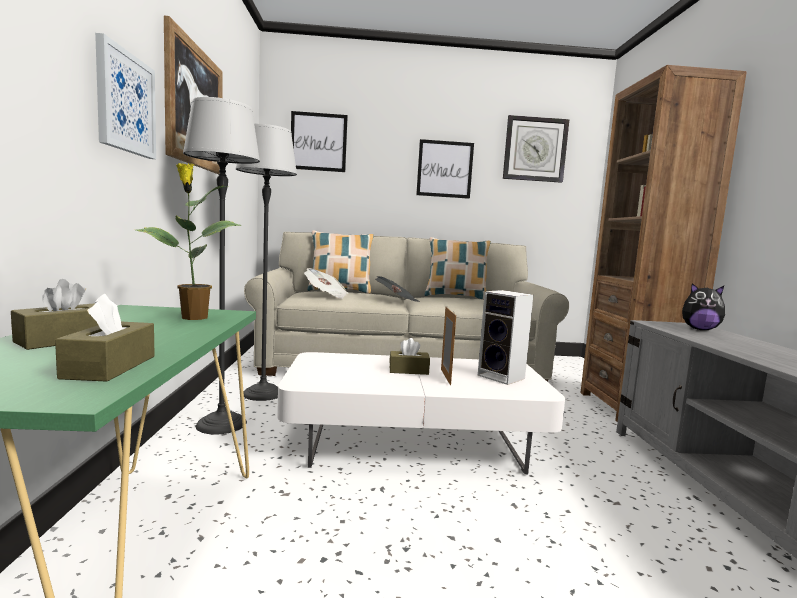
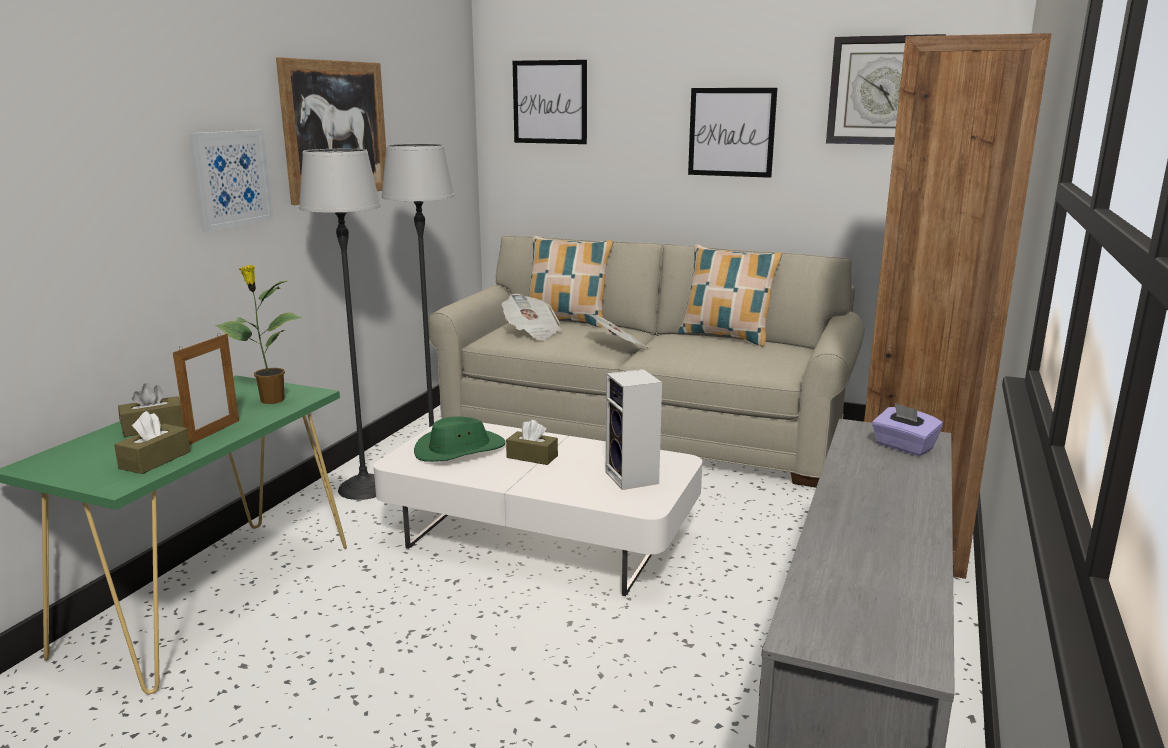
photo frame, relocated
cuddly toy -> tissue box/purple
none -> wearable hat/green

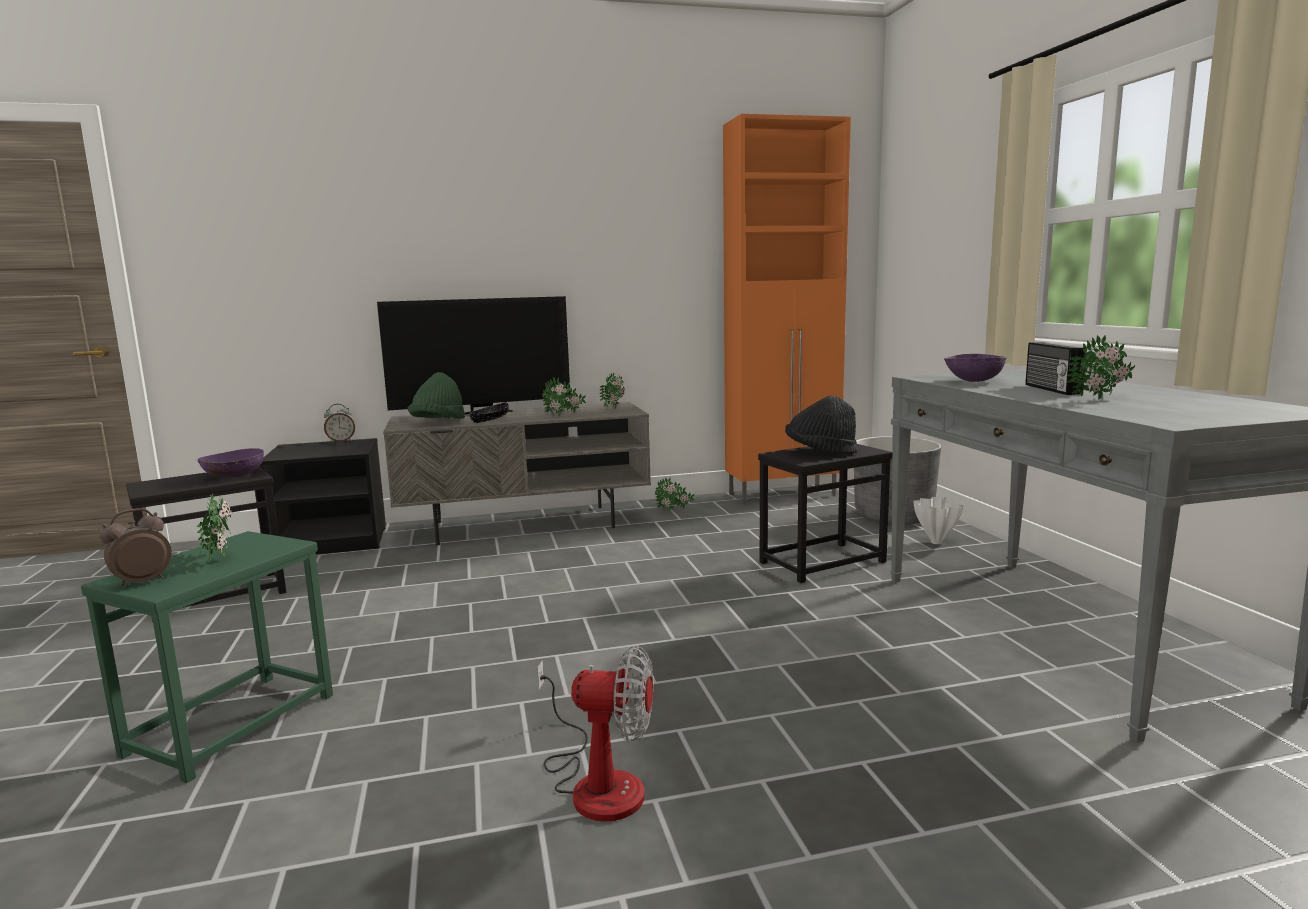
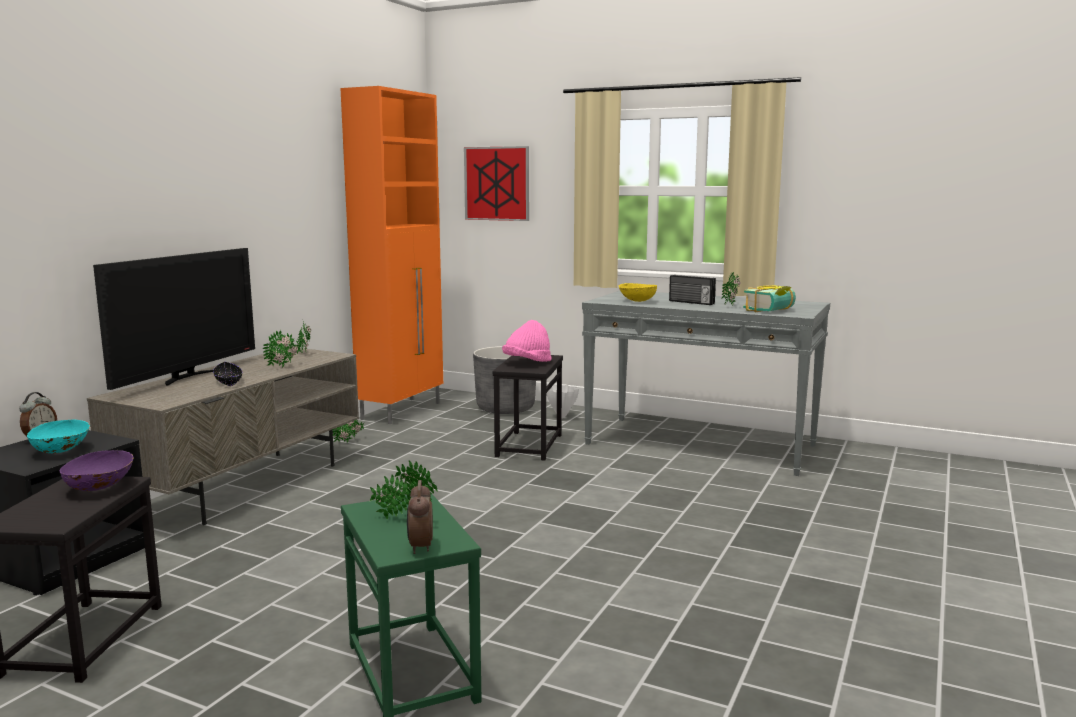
wearable hat/green -> none
fan -> none
wearable hat/blackish -> wearable hat/pinkish
serving bowl/purple (no. 2 from left) -> serving bowl/yellow-coloured
none -> serving bowl/turquoise
none -> wall picture
none -> bound book

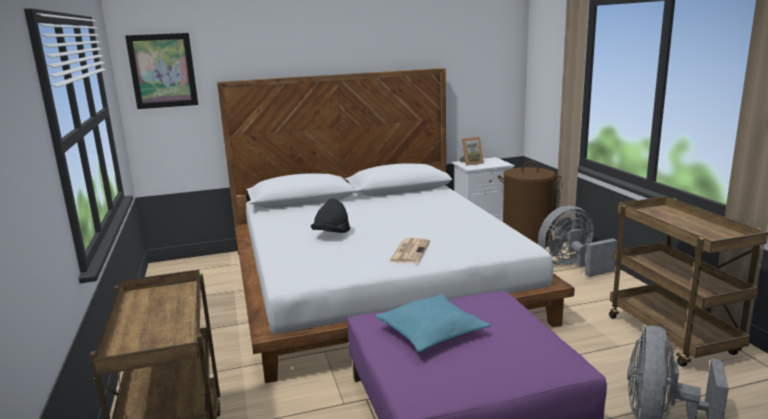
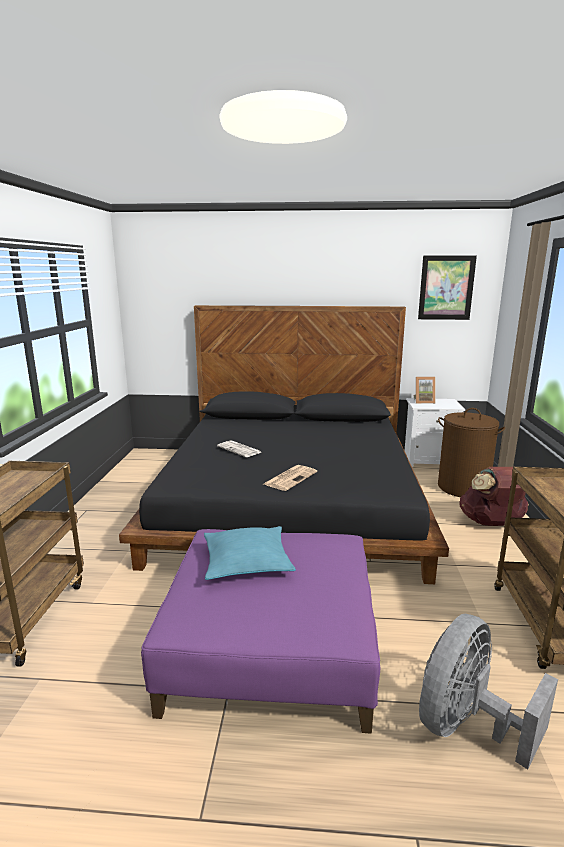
wall picture, relocated
bedroom bed/whitish -> bedroom bed/blackish
wearable hat/blackish -> printed paper (no. 1 from left)
fan/grey (no. 1 from left) -> backpack/brown-coloured

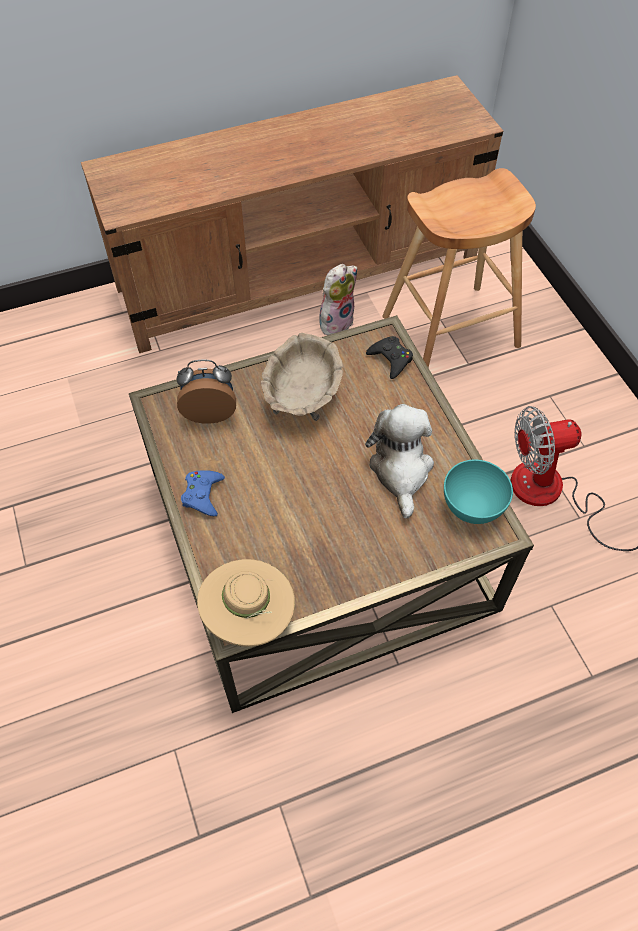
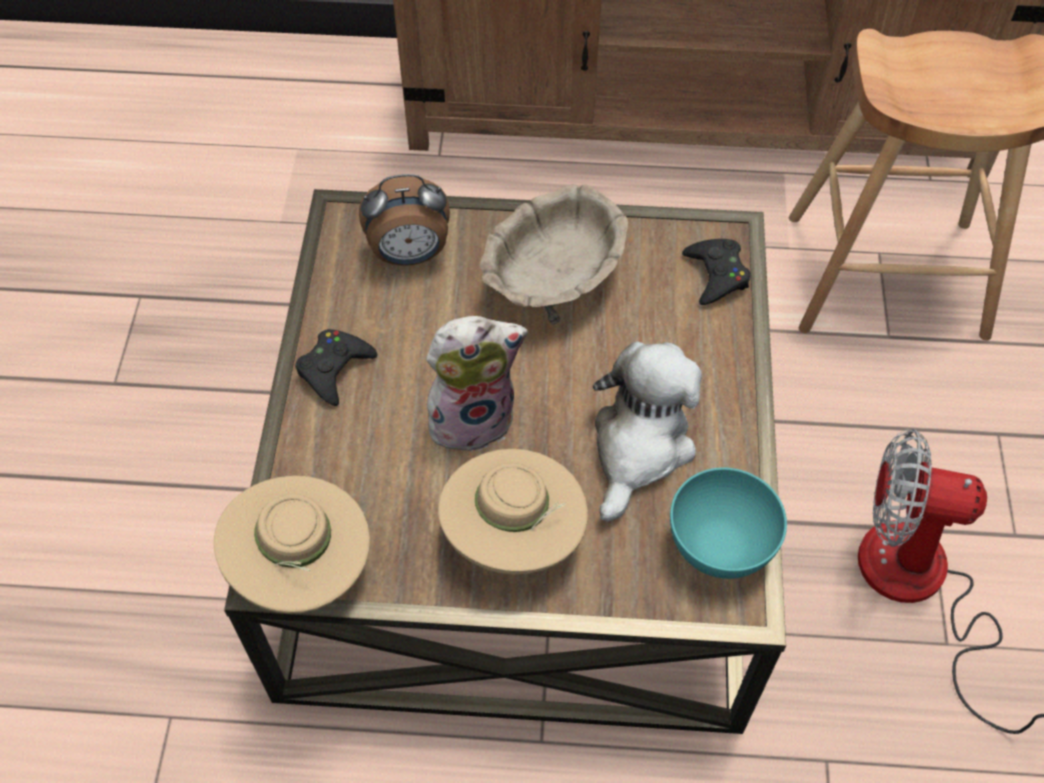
alarm clock, 150 degrees clockwise
game controller/blue -> game controller/blackish (no. 1 from left)
cuddly toy (no. 1 from left), relocated
none -> wearable hat/sand-coloured (no. 2 from left)

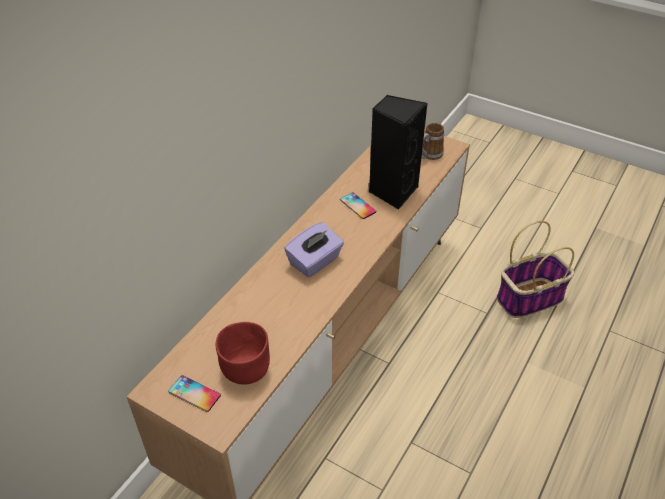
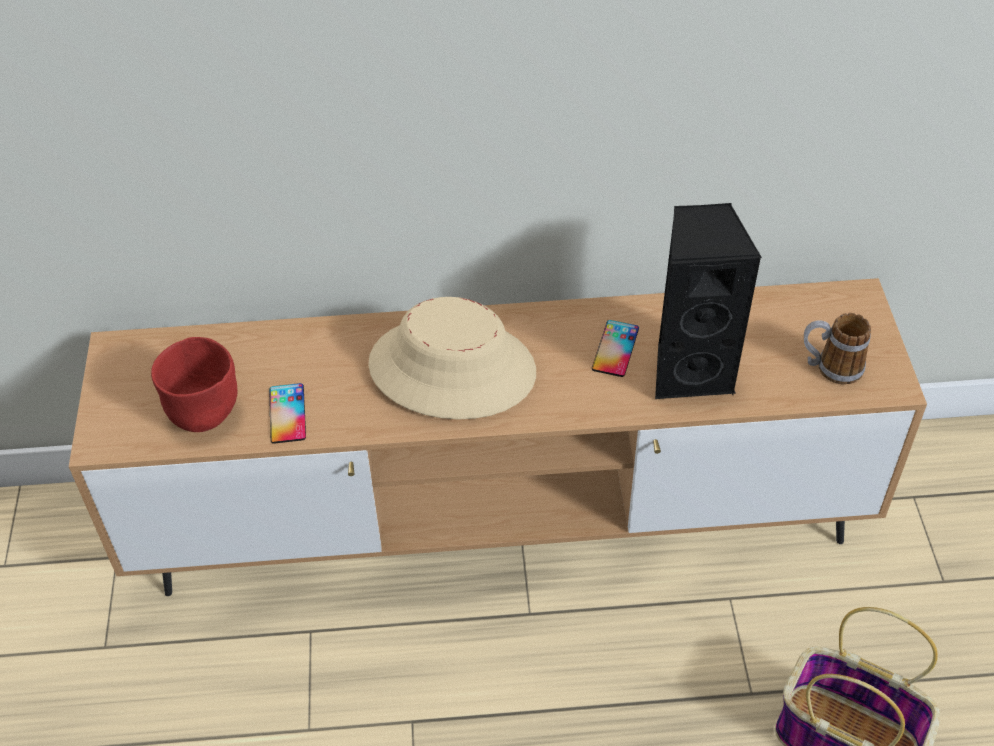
telephone (no. 1 from left), relocated
tissue box/purple -> wearable hat/sand-coloured

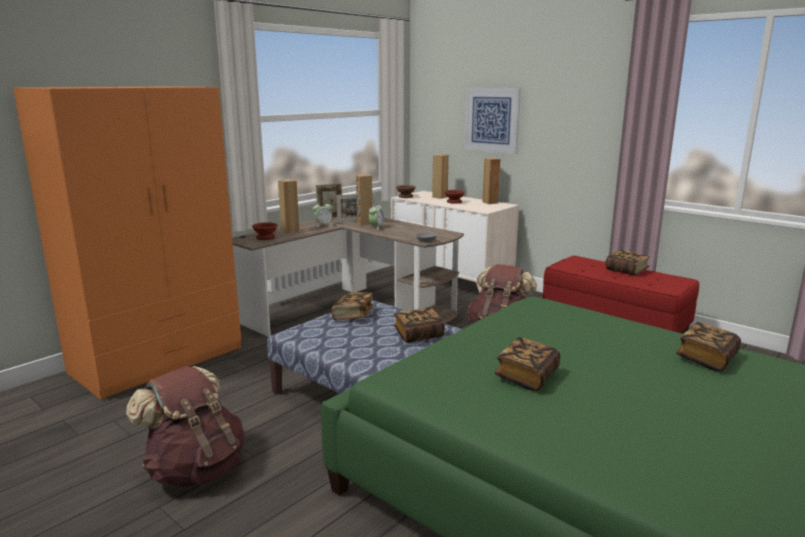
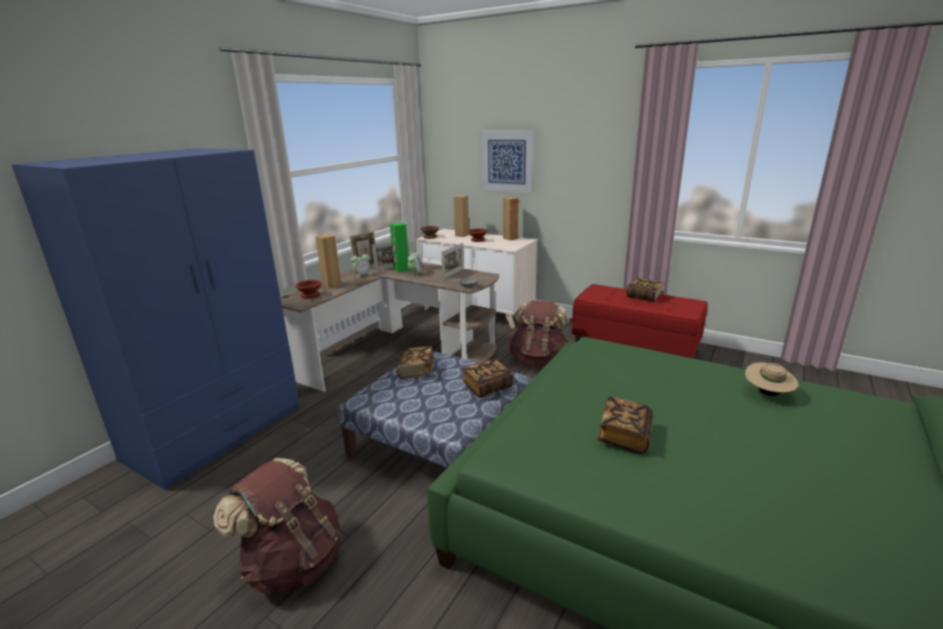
clothes cupboard/orange-coloured -> clothes cupboard/blue
loudspeaker/brown-coloured (no. 2 from left) -> loudspeaker/green
bound book (no. 5 from left) -> wearable hat/sand-coloured
none -> photo frame (no. 3 from left)

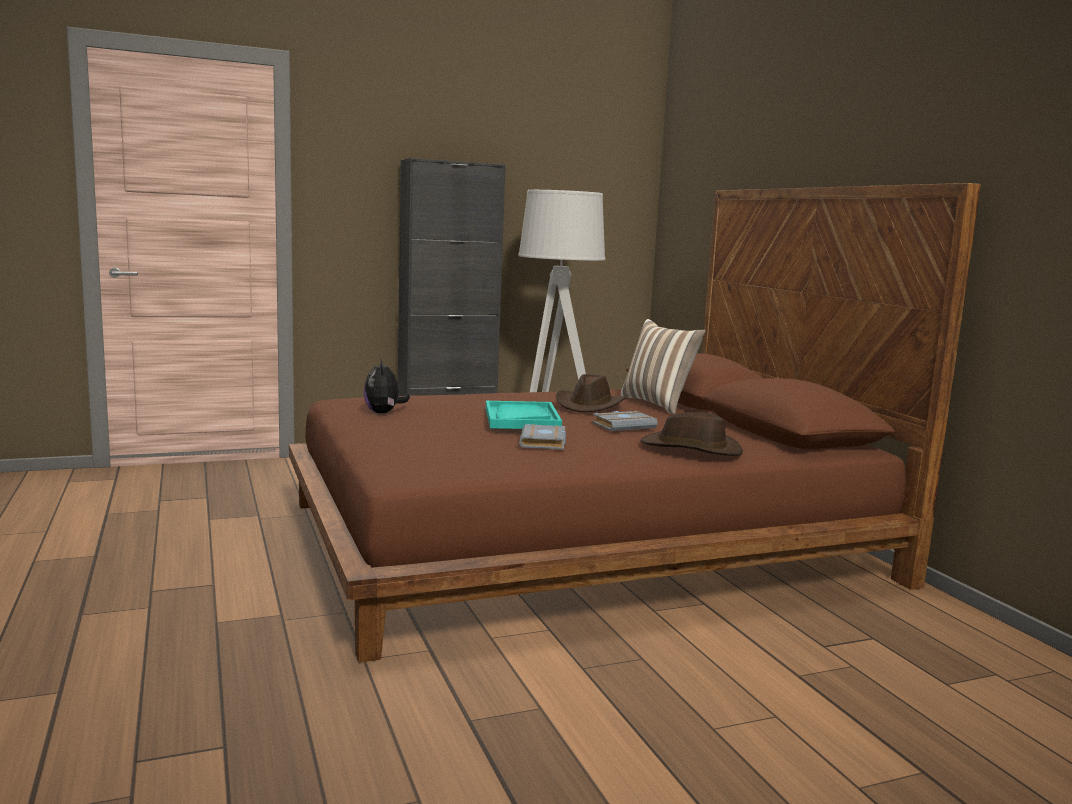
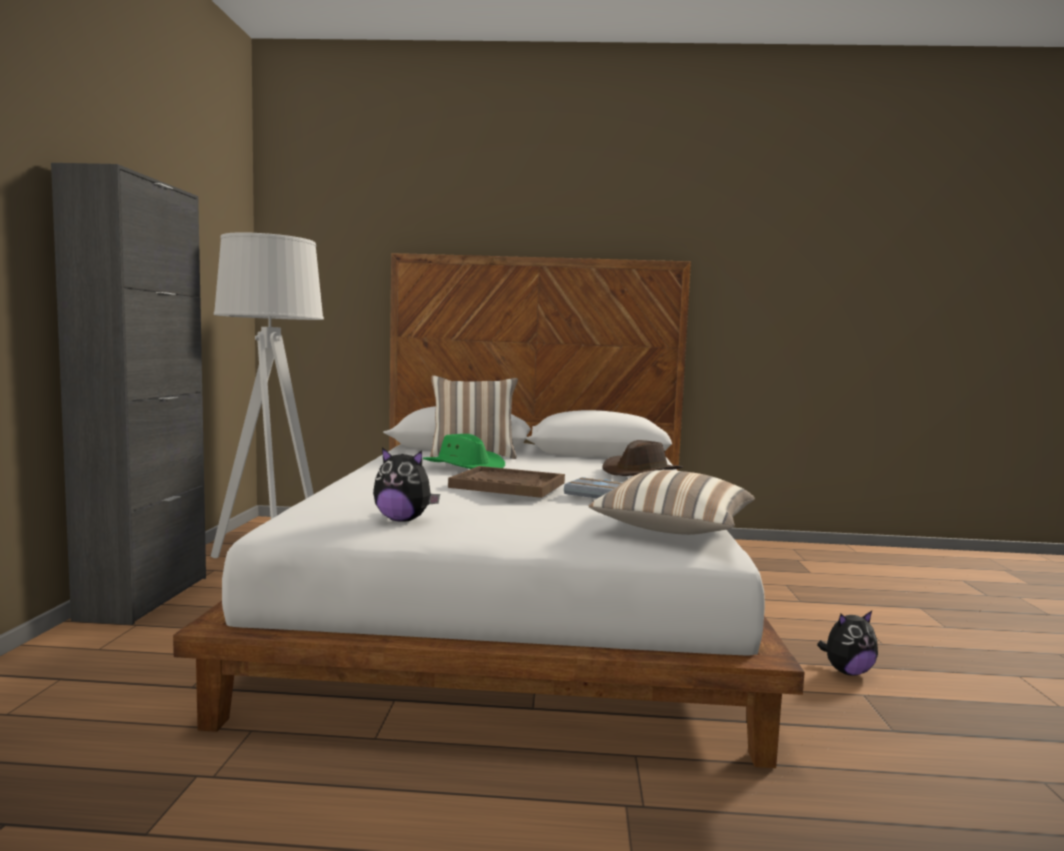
bedroom bed/brown-coloured -> bedroom bed/whitish
serving tray/turquoise -> serving tray/brown-coloured
wearable hat/brown-coloured (no. 1 from left) -> wearable hat/green
bound book/grey (no. 2 from left) -> none
none -> cushion (no. 2 from left)
none -> cuddly toy (no. 2 from left)

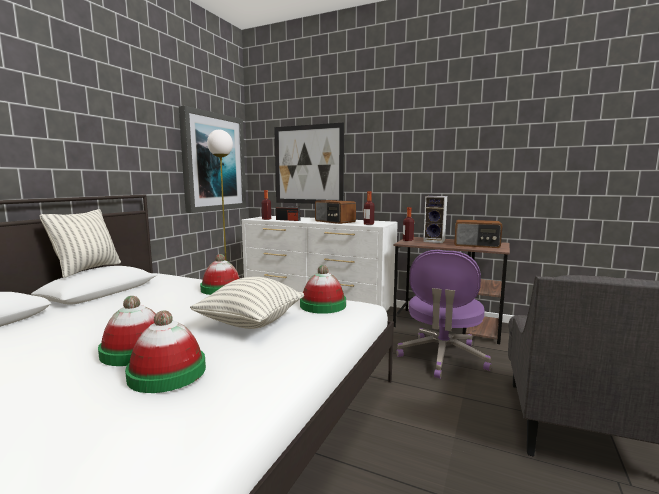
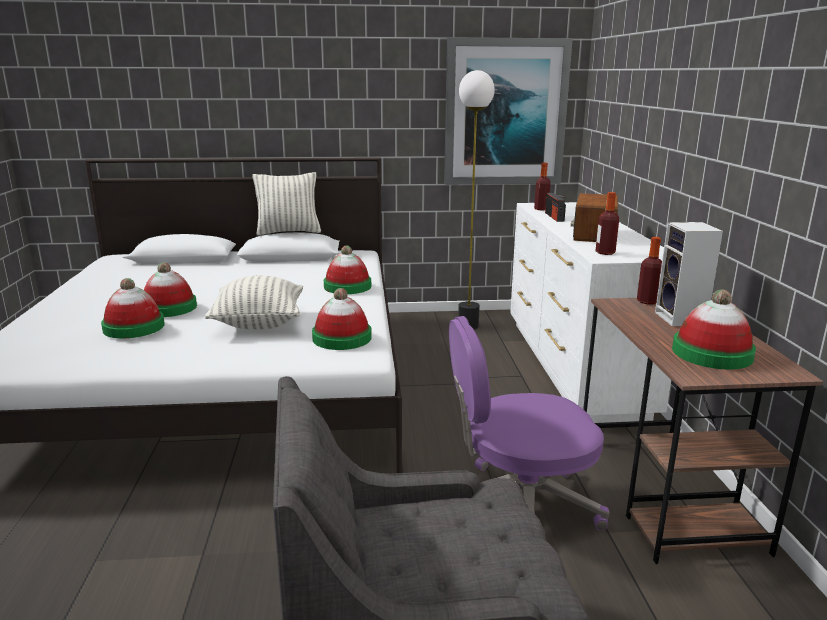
wall picture (no. 2 from left) -> none
radio set (no. 3 from left) -> wearable hat (no. 5 from left)

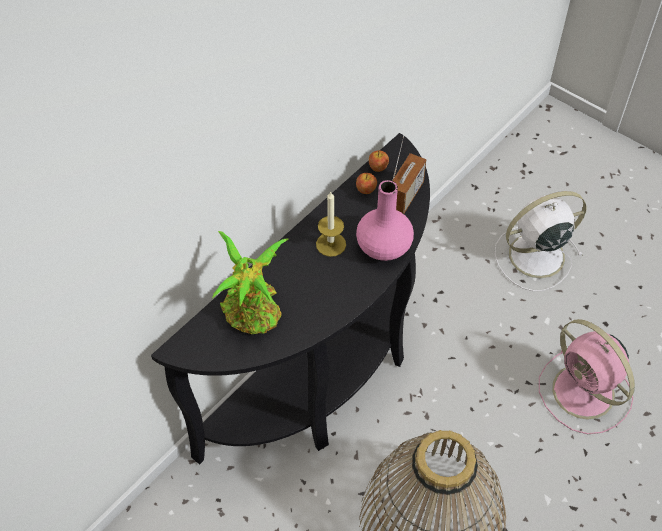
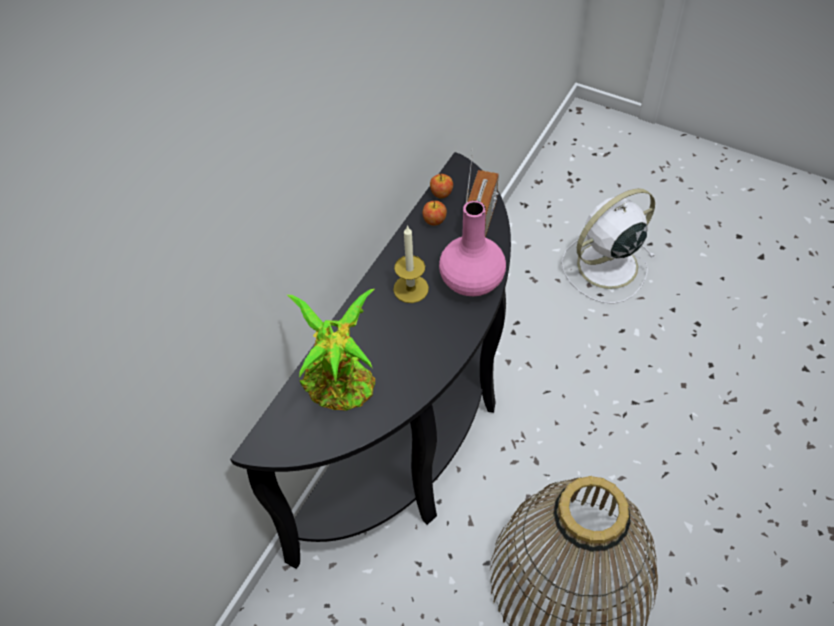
fan/pinkish -> none

